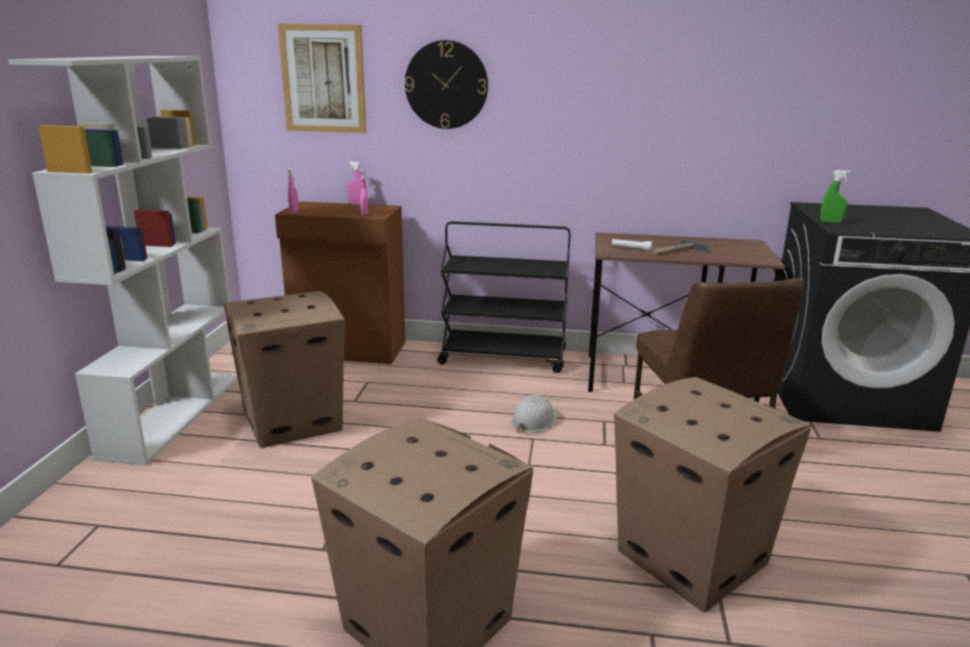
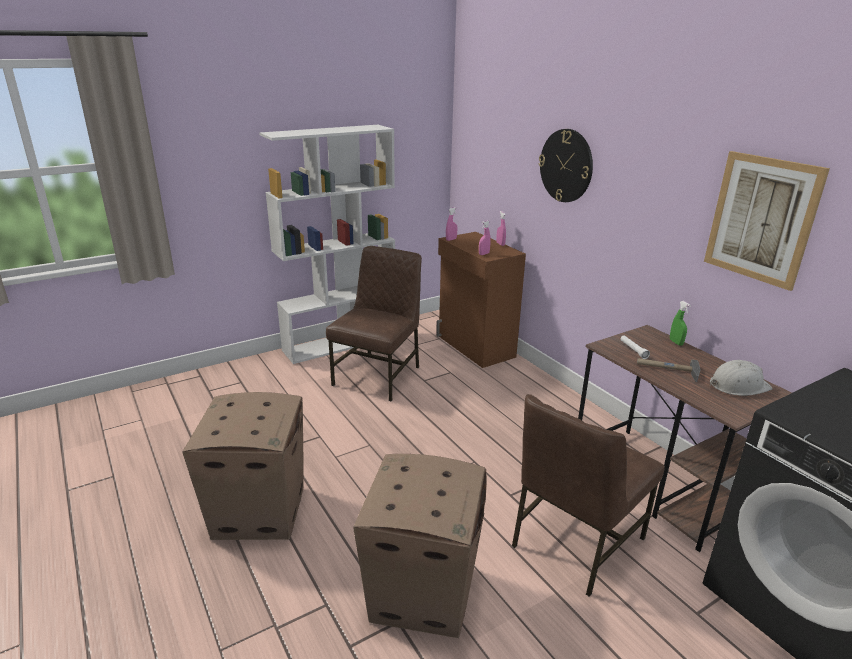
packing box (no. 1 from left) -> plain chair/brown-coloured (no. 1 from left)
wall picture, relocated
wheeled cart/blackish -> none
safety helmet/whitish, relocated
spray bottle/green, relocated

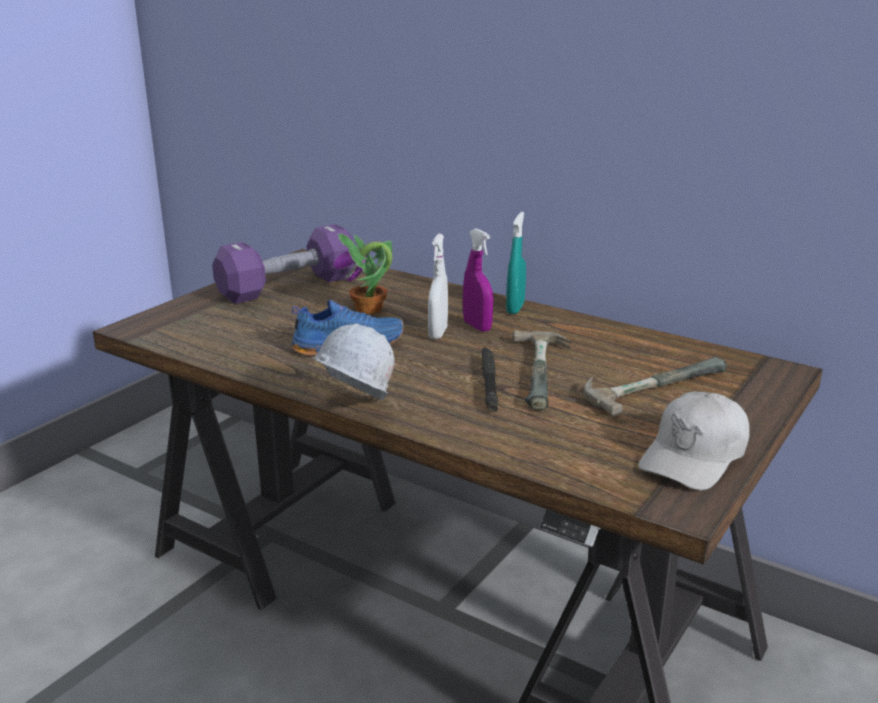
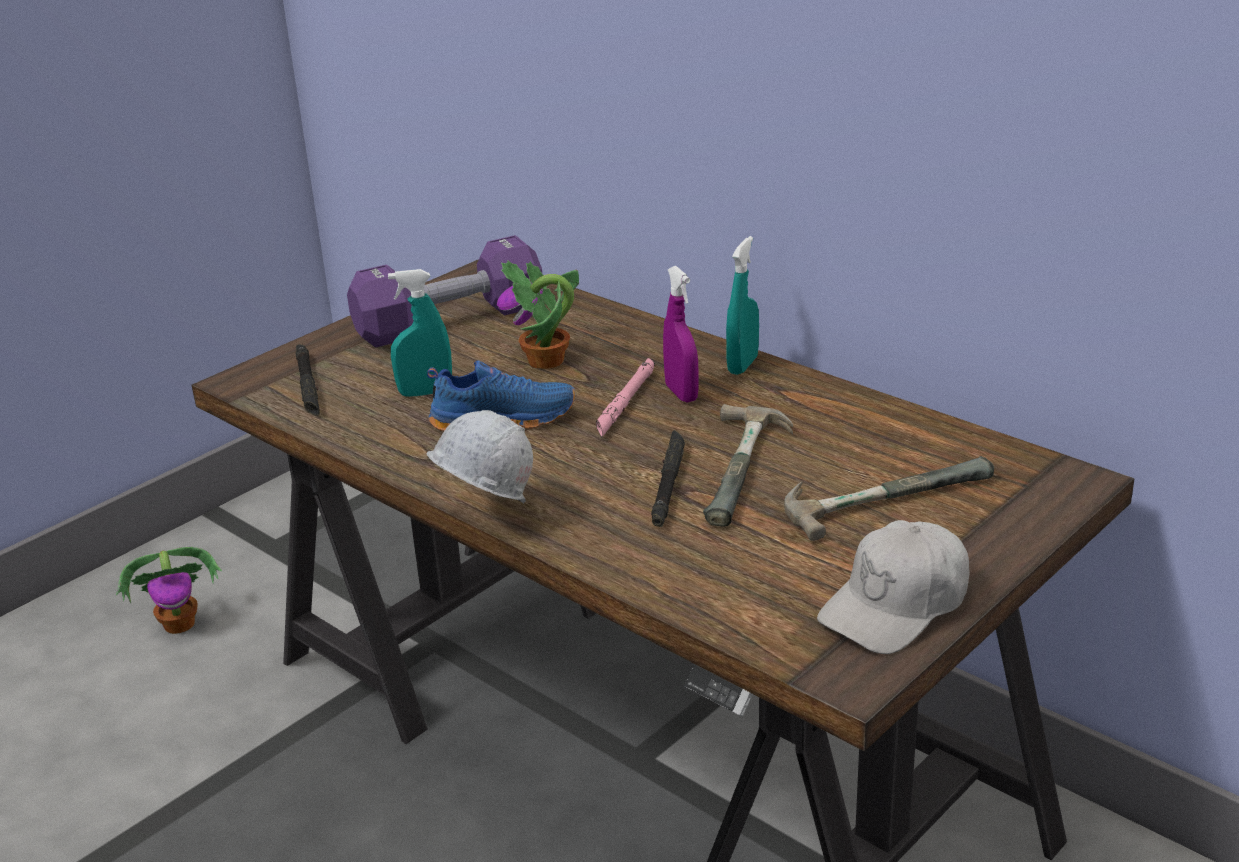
spray bottle/whitish -> torch/pinkish
none -> houseplant (no. 1 from left)
none -> torch/blackish (no. 1 from left)
none -> spray bottle/turquoise (no. 1 from left)

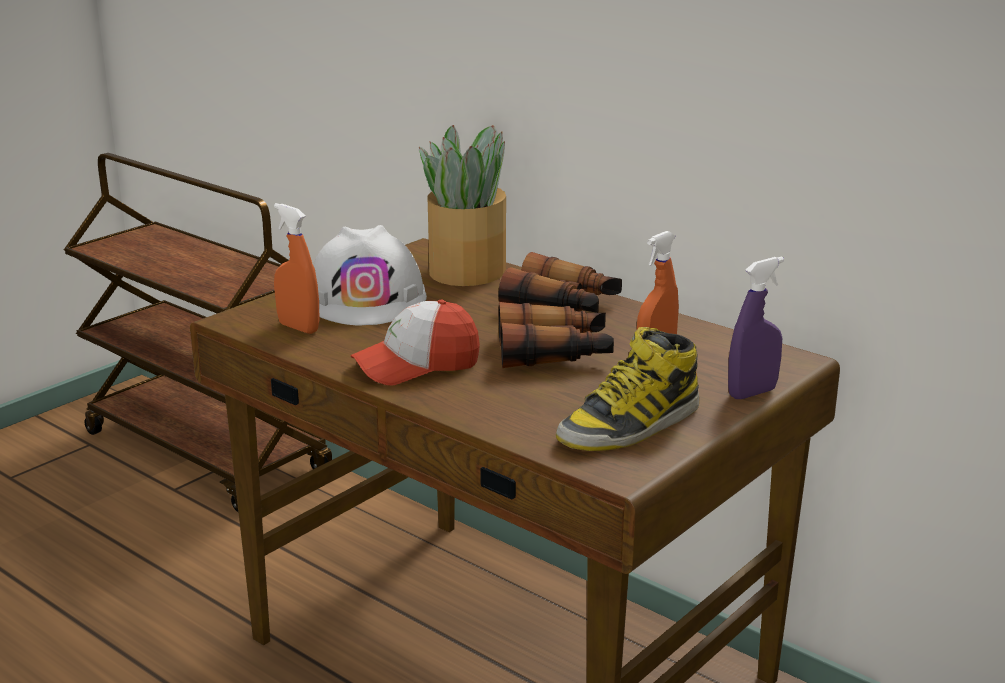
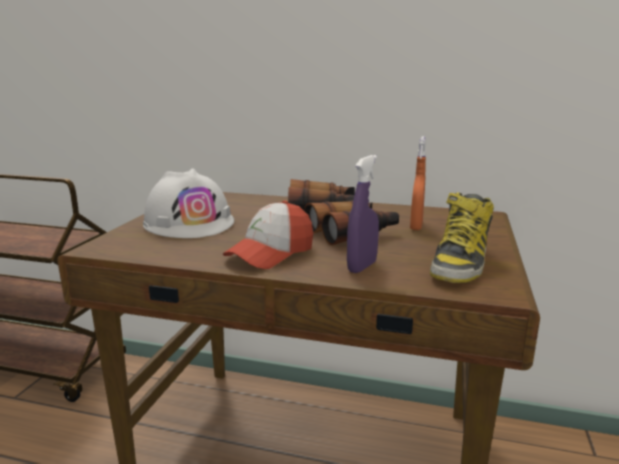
spray bottle/orange-coloured (no. 1 from left) -> none
houseplant -> none
spray bottle/purple, relocated

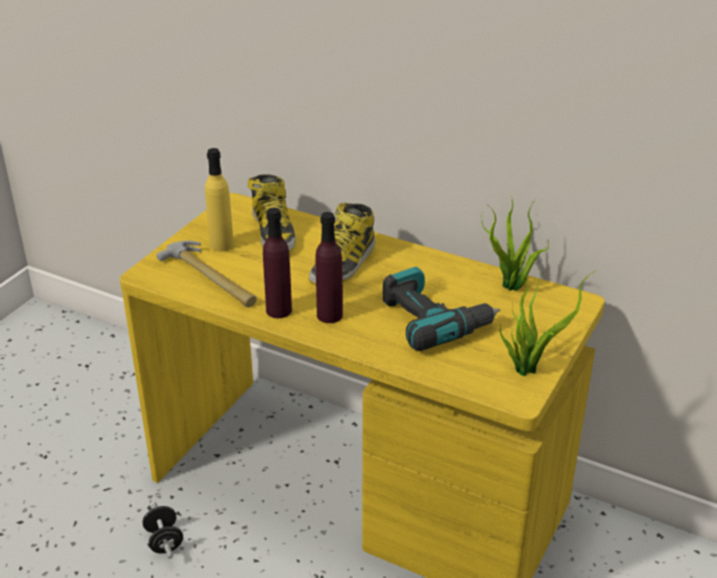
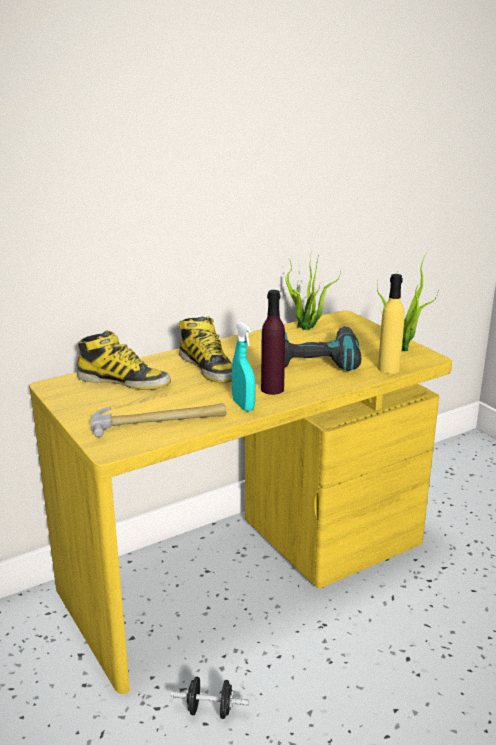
bottle/yellow-coloured, relocated
bottle/purple (no. 1 from left) -> spray bottle/turquoise

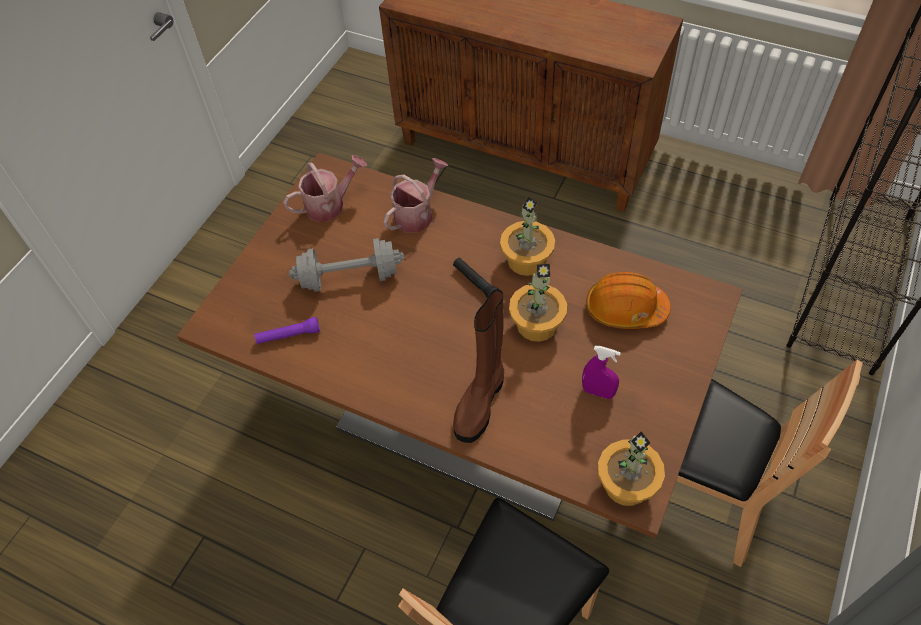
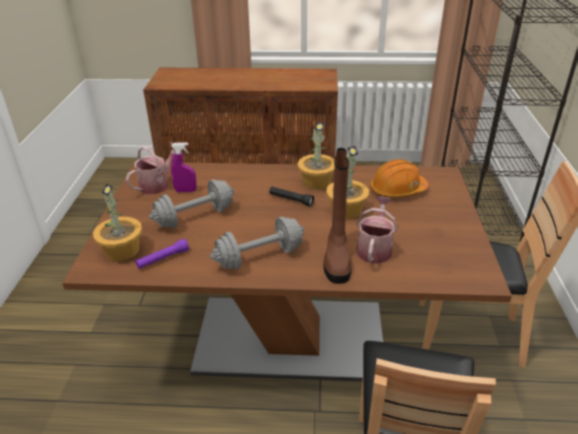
watering can (no. 2 from left), relocated
spray bottle/purple, relocated
houseplant (no. 3 from left in the first image) -> houseplant (no. 1 from left), relocated
none -> free weight/grey (no. 2 from left)

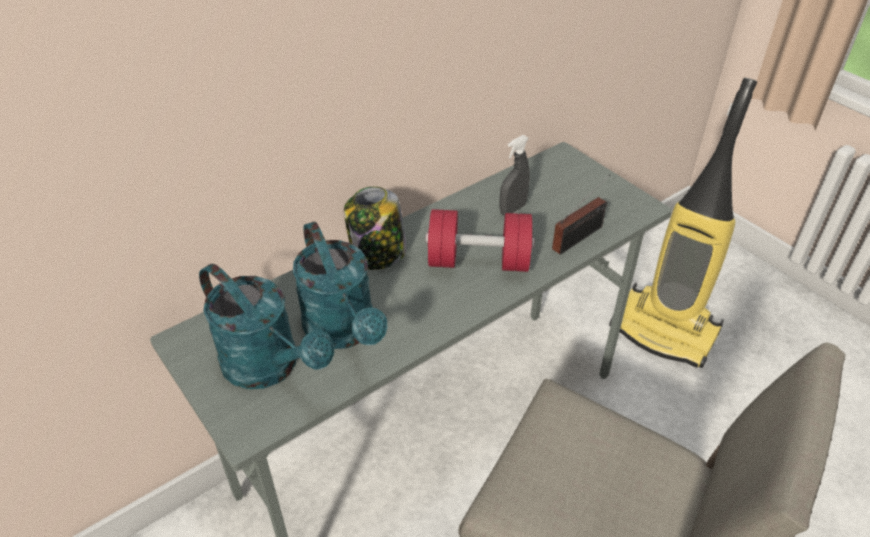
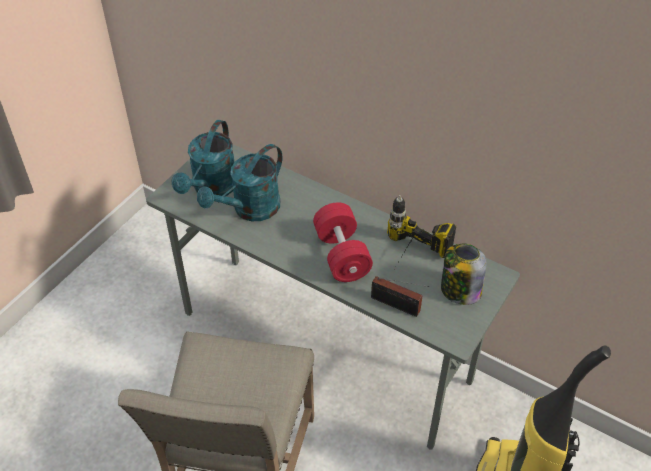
storage jar, relocated
spray bottle/grey -> power drill

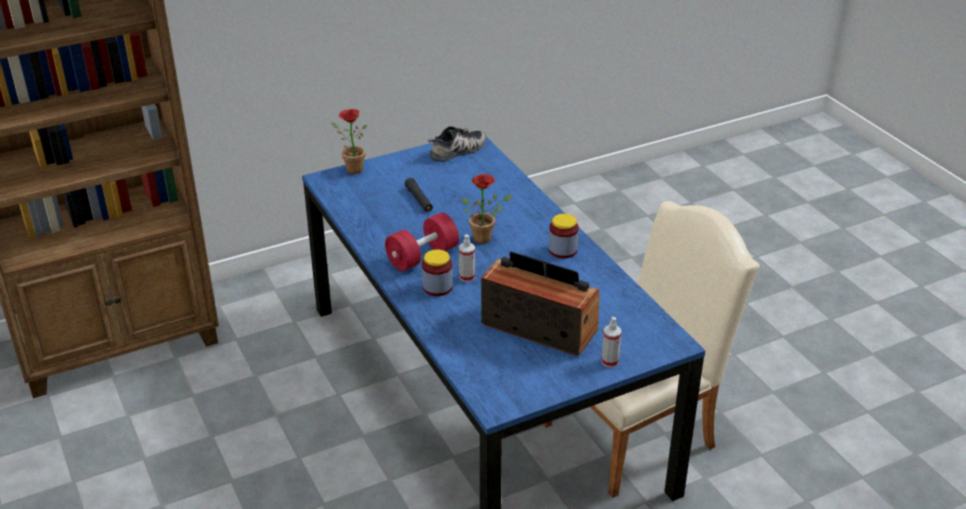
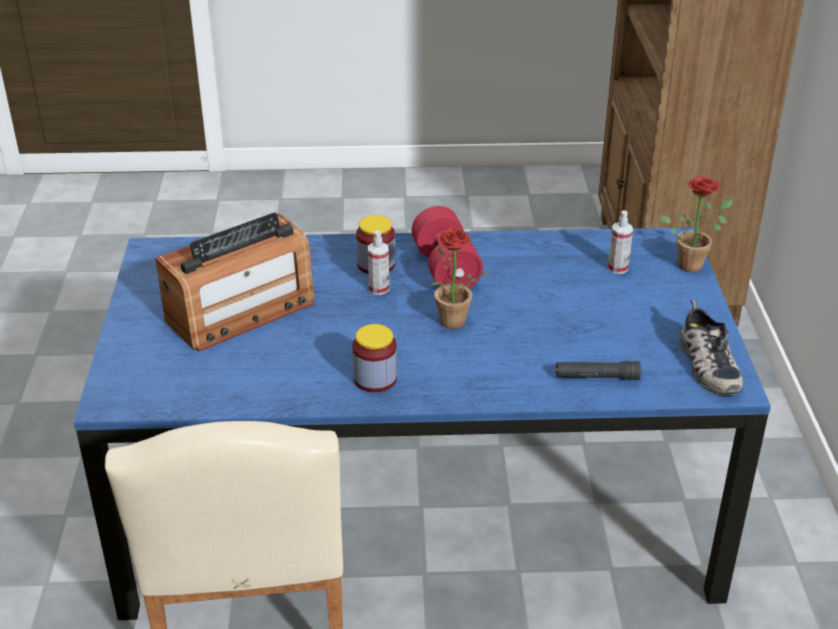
torch/blackish, relocated
spray bottle (no. 2 from left), relocated

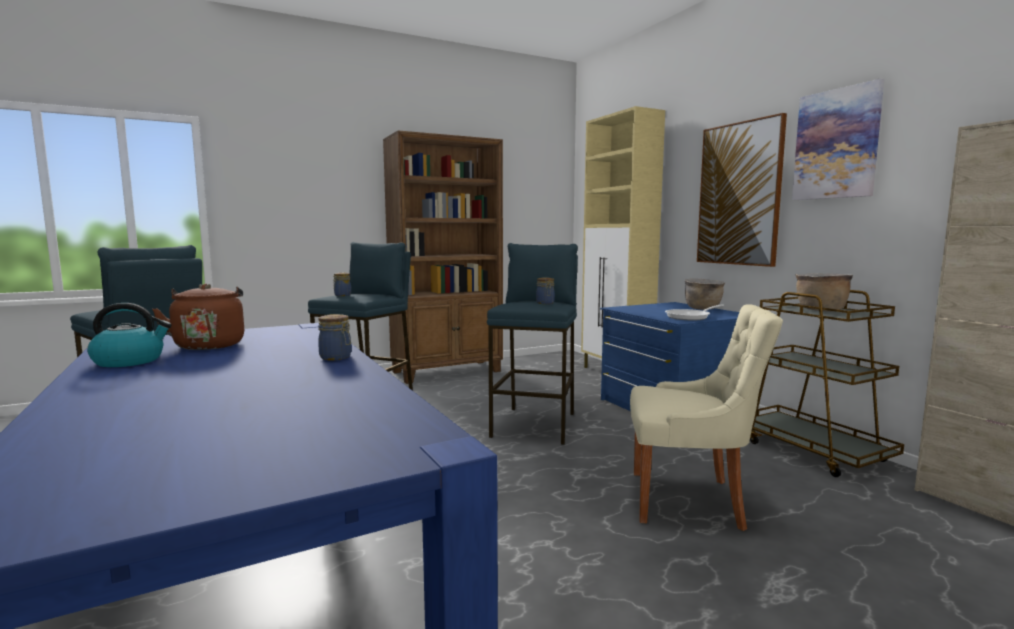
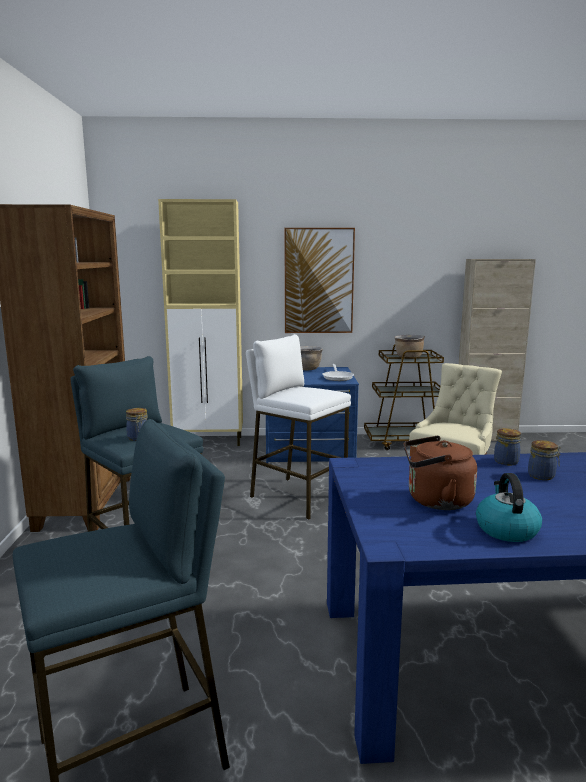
stool/blue (no. 3 from left) -> stool/whitish
storage jar (no. 3 from left), relocated
wall picture (no. 2 from left) -> none

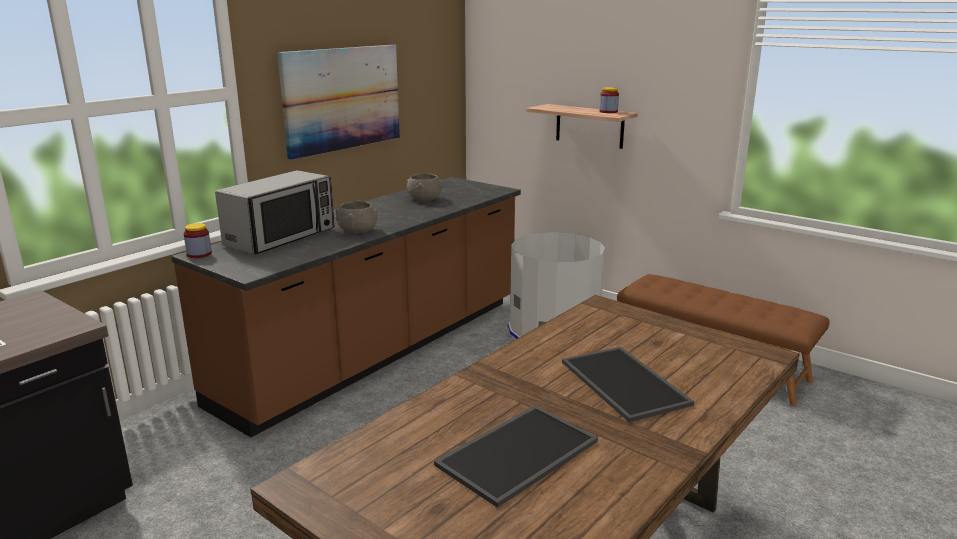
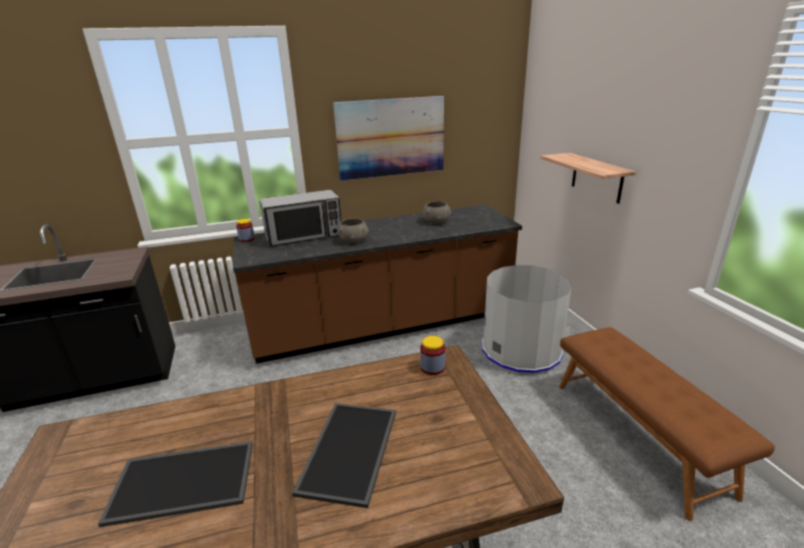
storage jar (no. 2 from left), relocated

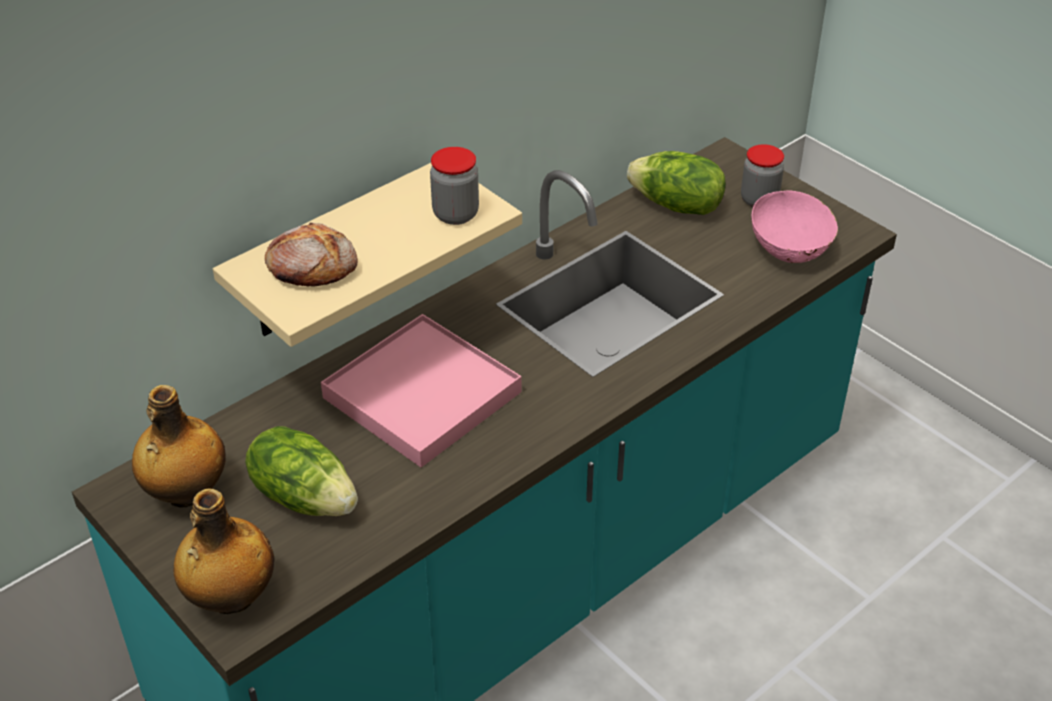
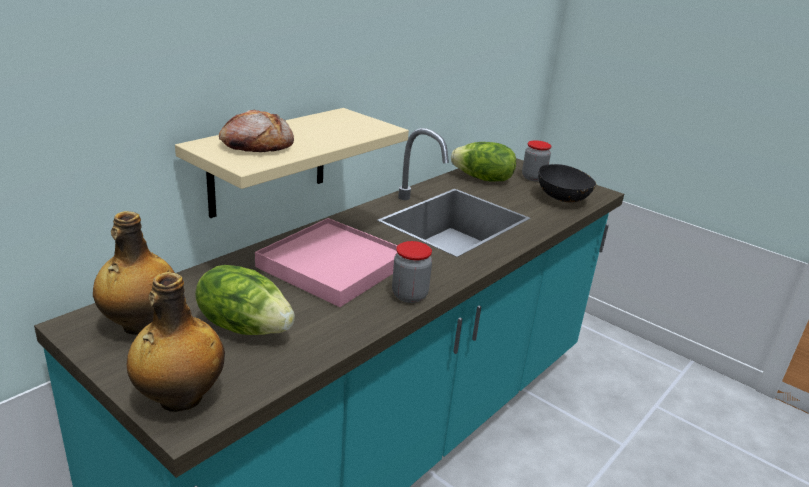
storage jar (no. 1 from left), relocated
serving bowl/pinkish -> serving bowl/blackish

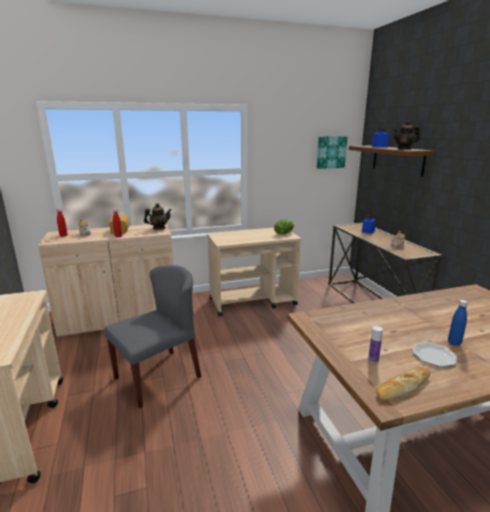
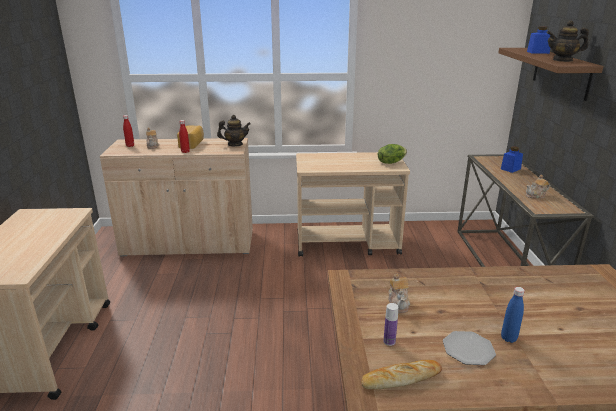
plain chair/grey -> none
wall picture -> none
none -> pot for tea (no. 3 from left)

